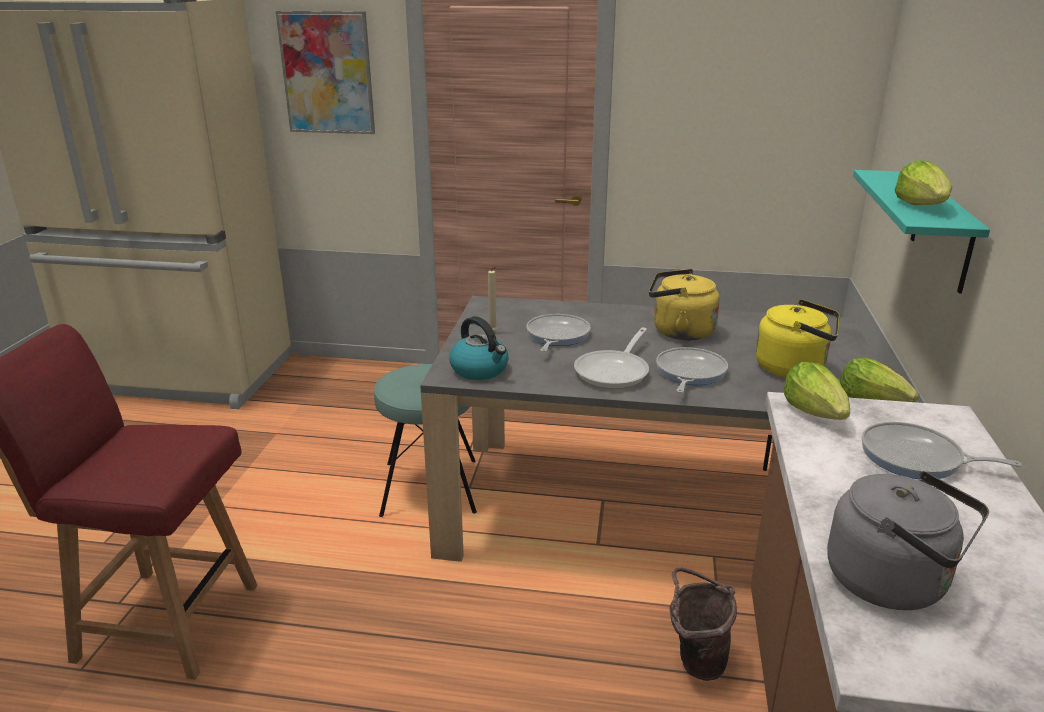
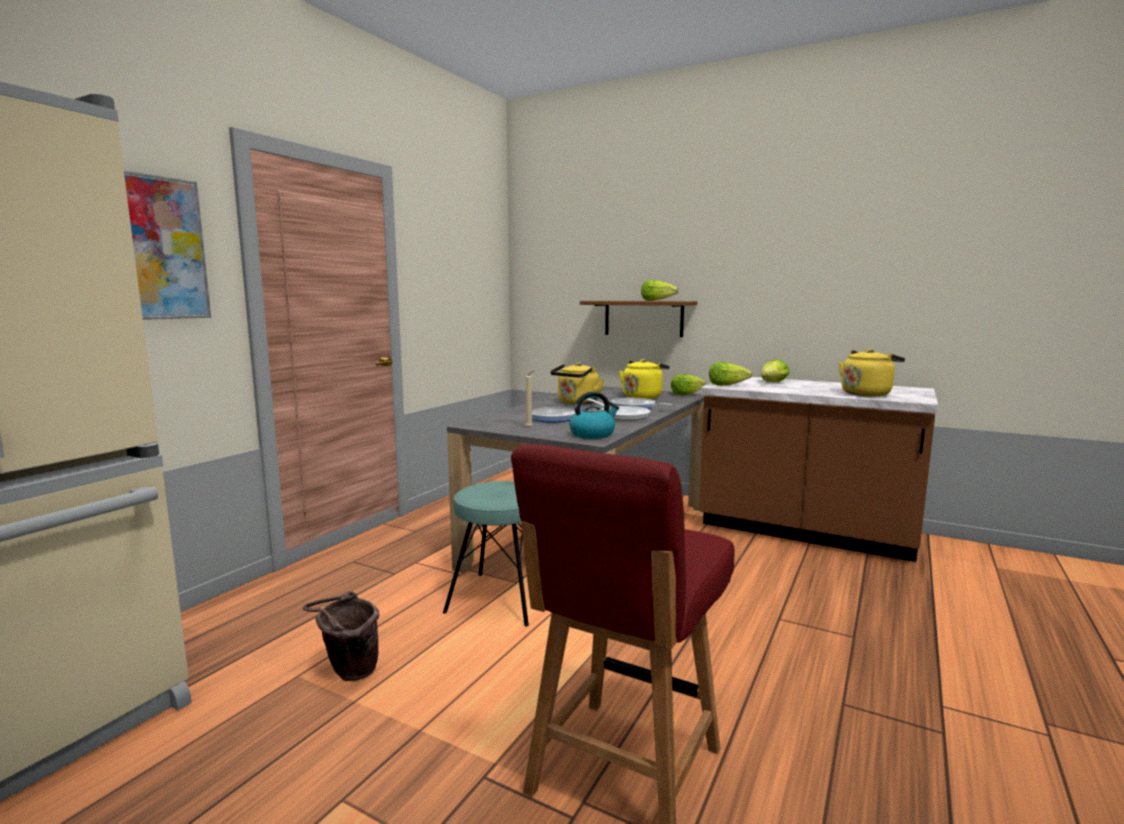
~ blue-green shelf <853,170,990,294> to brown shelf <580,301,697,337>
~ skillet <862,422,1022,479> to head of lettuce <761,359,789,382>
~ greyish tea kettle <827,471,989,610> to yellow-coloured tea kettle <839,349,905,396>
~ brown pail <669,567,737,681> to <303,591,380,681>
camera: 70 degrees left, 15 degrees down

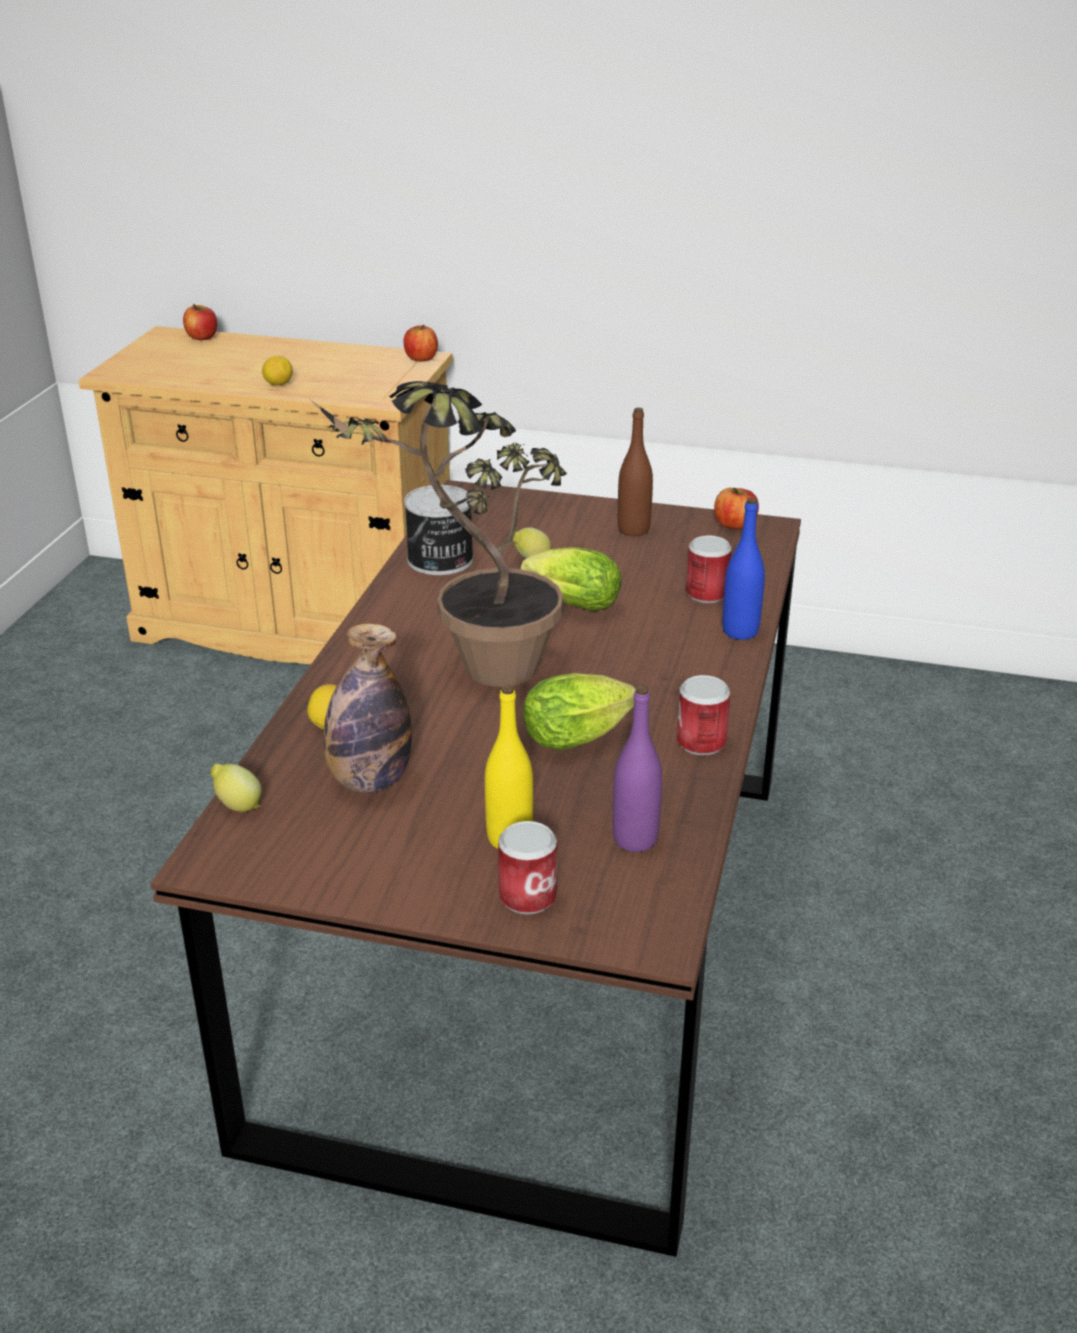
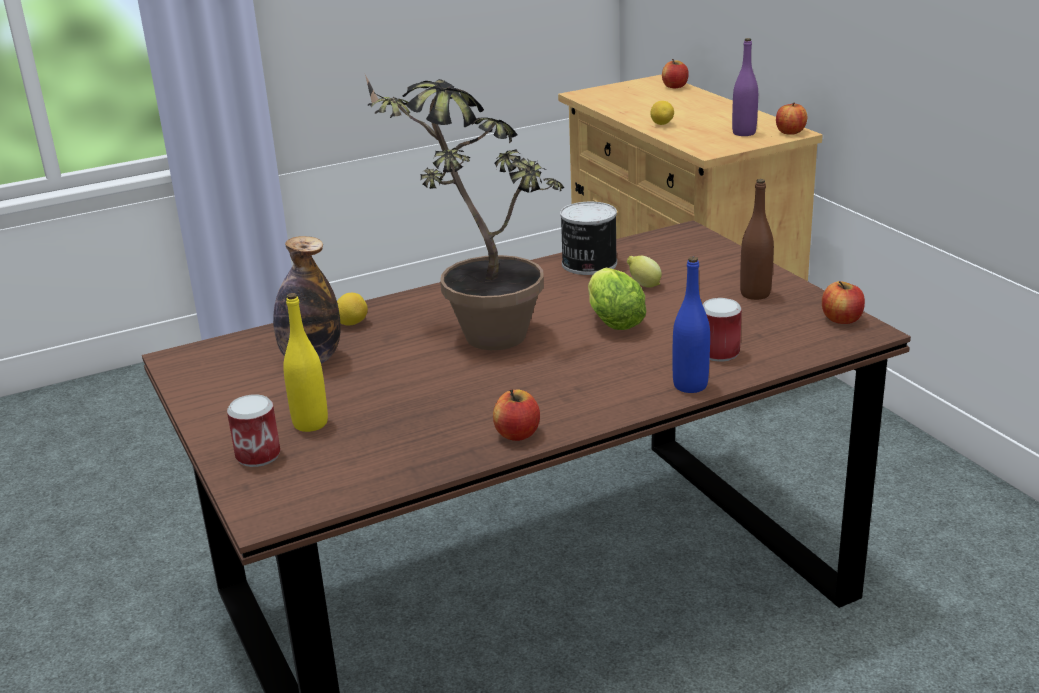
- head of lettuce <523,673,636,750>
~ can <677,675,730,755> to apple fruit <493,390,540,441>
~ purple beverage bottle <613,685,662,852> to <732,38,758,136>
- lemon <211,763,262,812>
camera: 50 degrees right, 5 degrees down

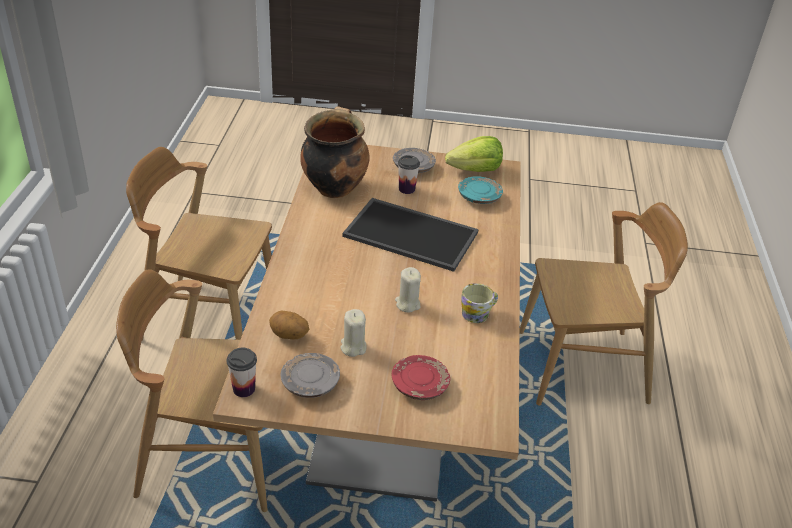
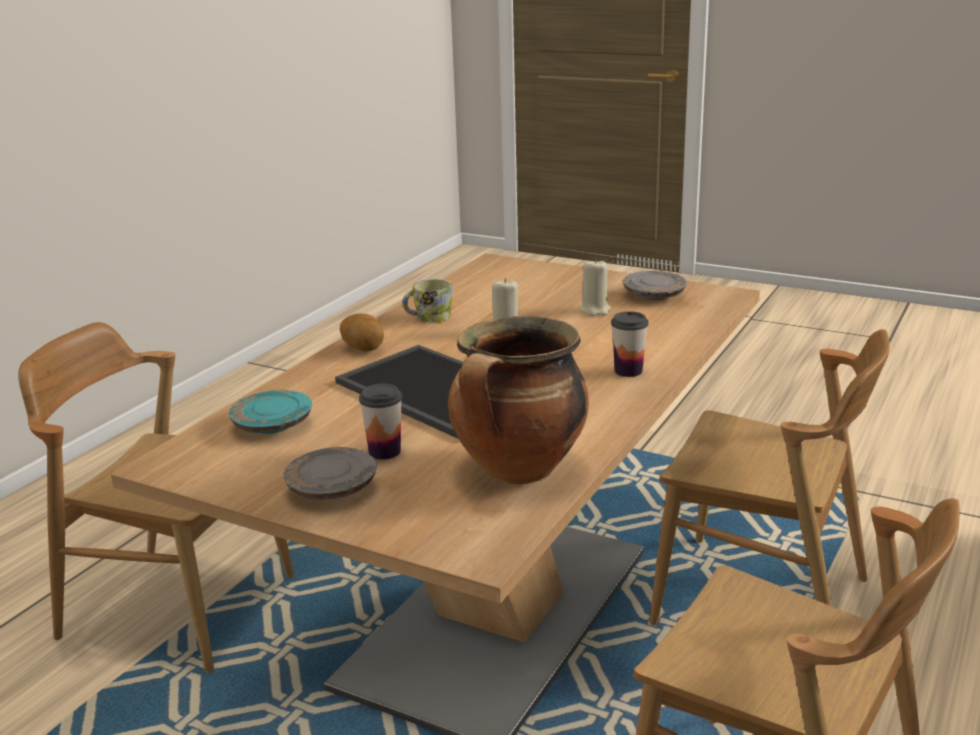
- head of lettuce <445,136,503,172>
~ spud <269,311,309,339> to <340,313,384,352>
~ cup <227,348,257,397> to <611,311,649,377>
- red-coloured plate <392,355,450,400>
camera: 155 degrees left, 15 degrees down

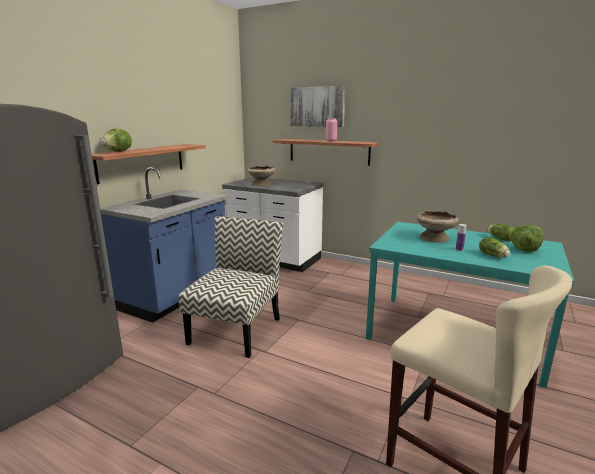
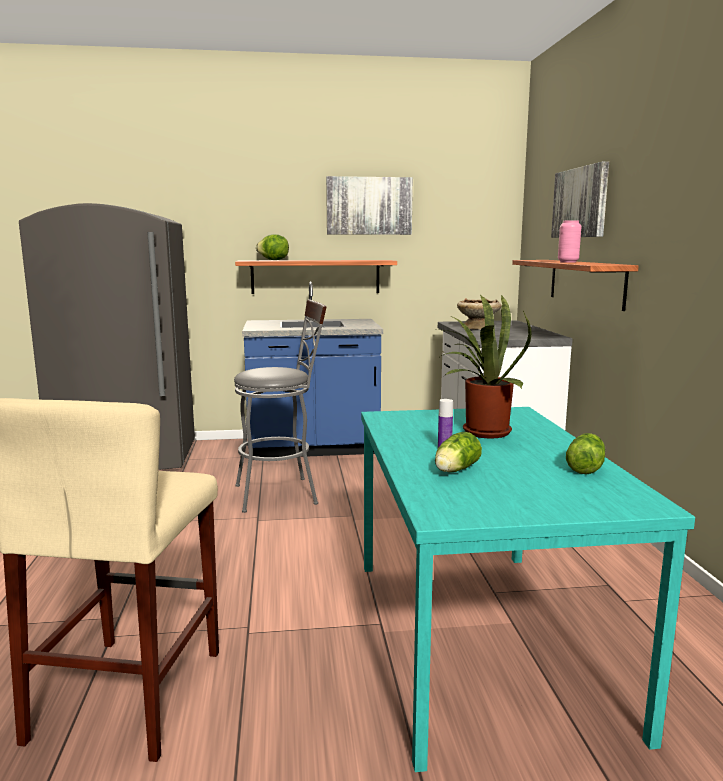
~ sand-coloured bowl <417,210,459,243> to plant in a pot <437,295,531,439>
~ plain chair <179,216,283,358> to greyish stool seat <234,299,327,513>
- head of lettuce <511,225,544,252>
+ picture <326,176,413,235>
camera: 55 degrees right, 5 degrees down

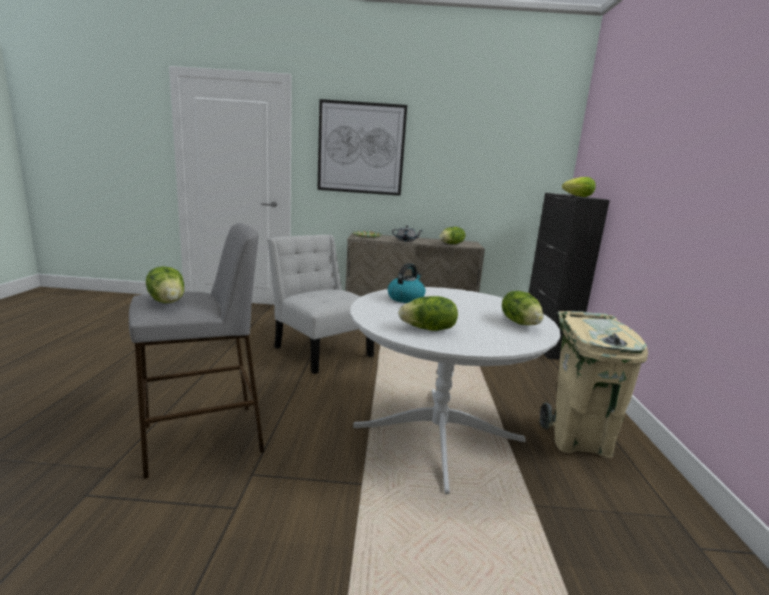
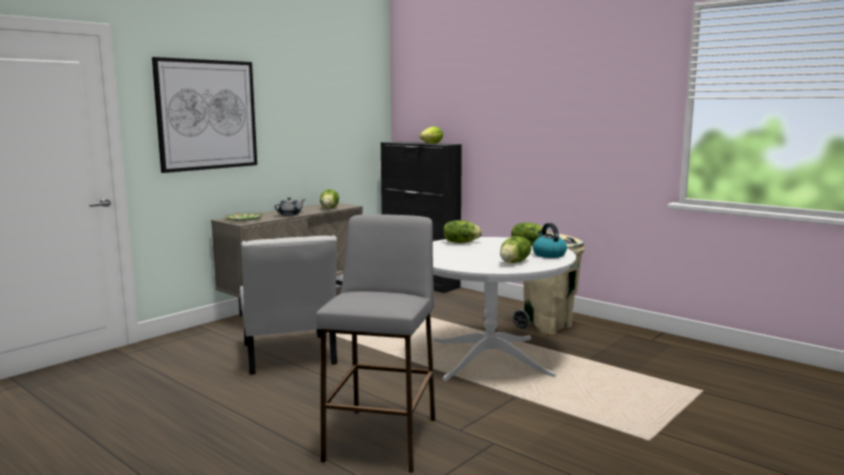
~ white plain chair <267,235,374,374> = <240,235,337,375> 105 degrees counterclockwise
~ tea kettle <388,263,426,303> to <532,223,567,258>
~ head of lettuce <146,266,184,303> to <443,220,483,243>
camera: 50 degrees left, 5 degrees down

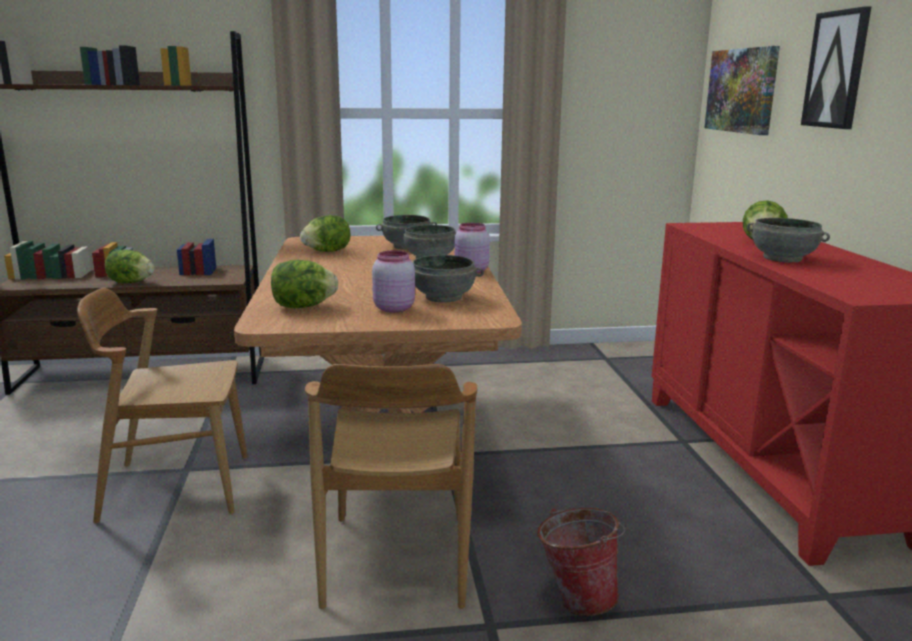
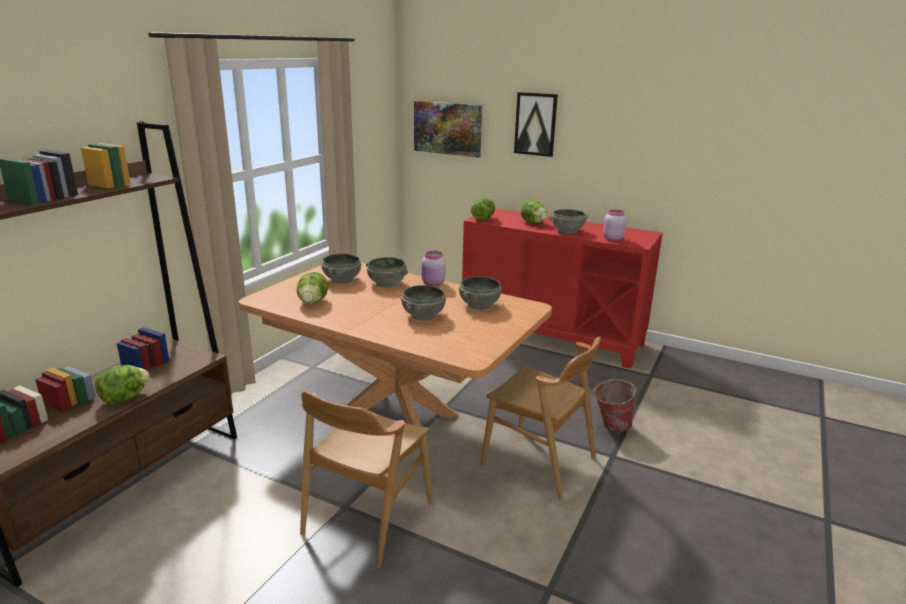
~ pink-coloured preserve jar <372,251,415,313> to <603,209,626,241>
~ head of lettuce <271,260,338,308> to <471,197,495,220>
+ greyish bowl <401,285,446,320>
camera: 55 degrees left, 5 degrees up

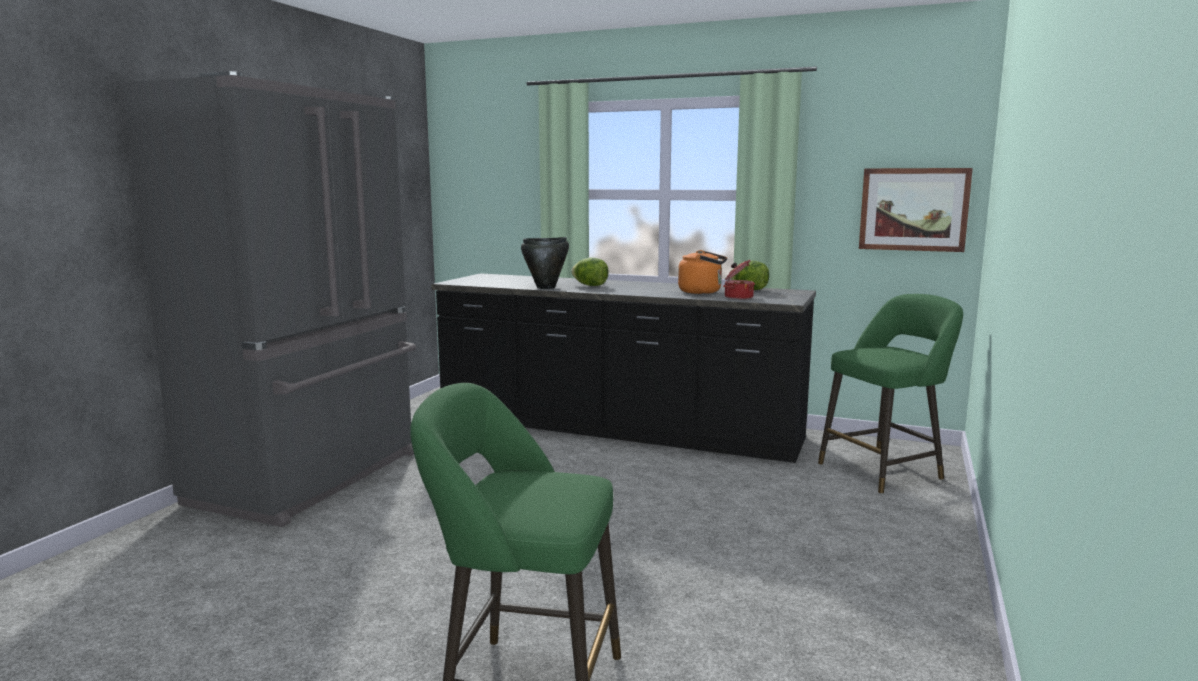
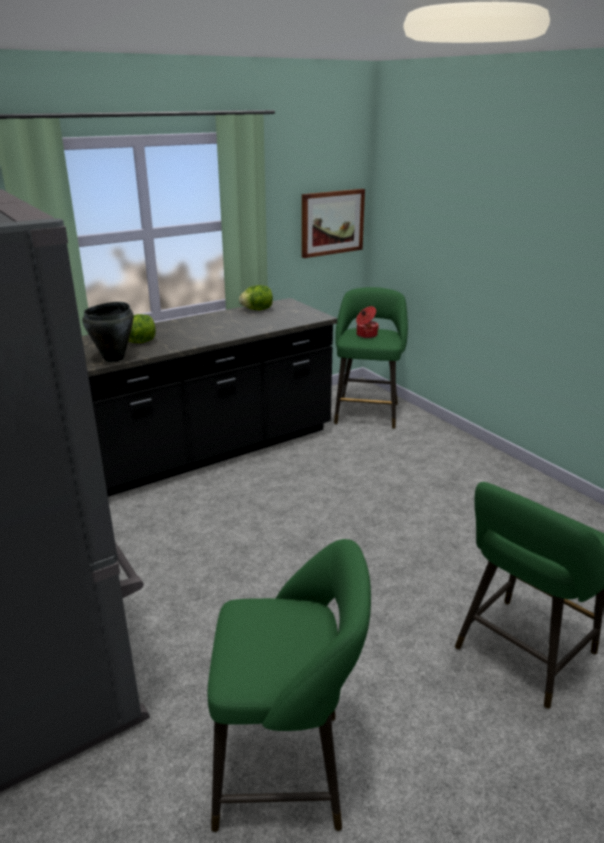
- orange-coloured tea kettle <678,250,727,294>
~ saucepot <723,260,755,300> to <356,306,379,338>
+ greenish stool seat <207,539,371,832>
camera: 55 degrees left, 15 degrees up

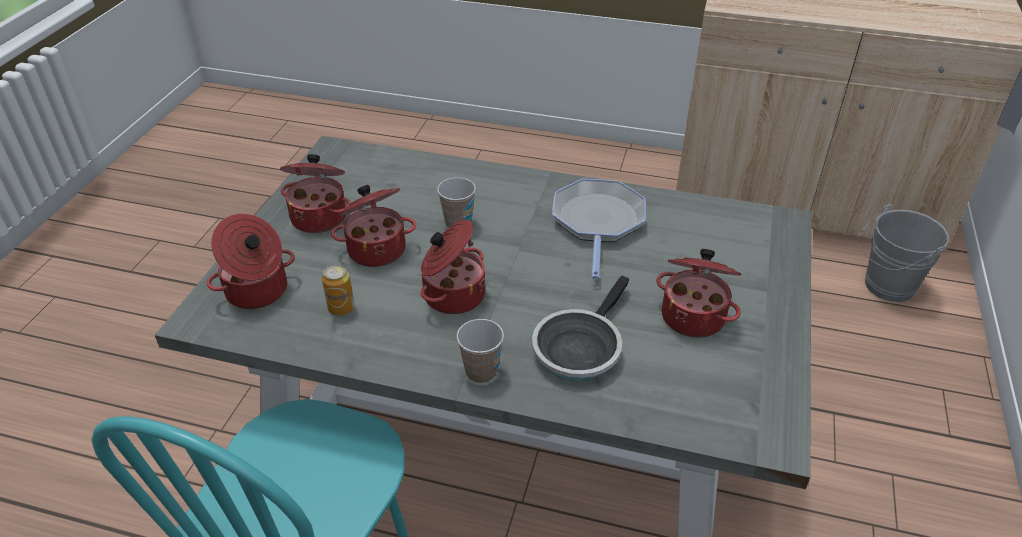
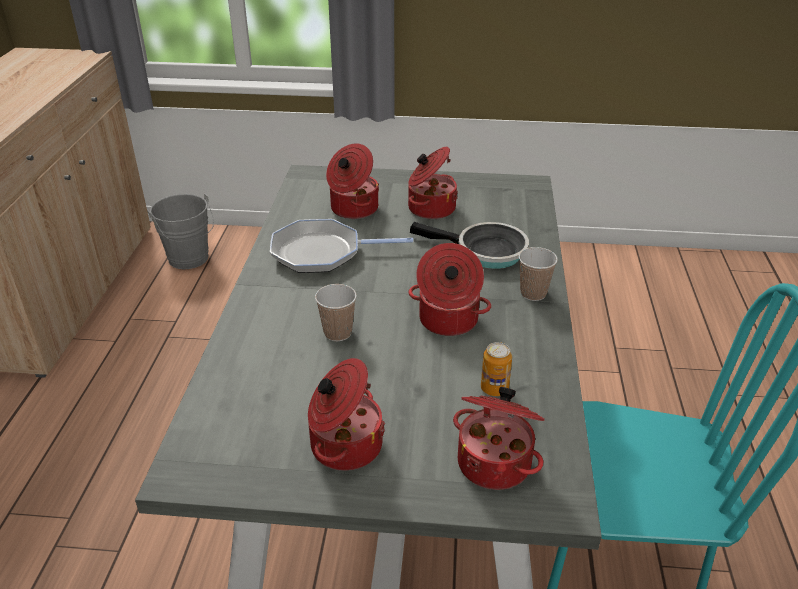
~ saucepot <331,185,416,267> to <326,143,379,219>
camera: 100 degrees left, 5 degrees down

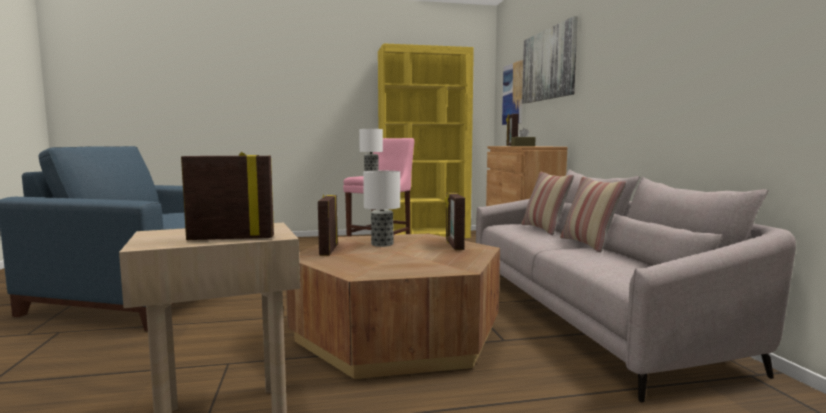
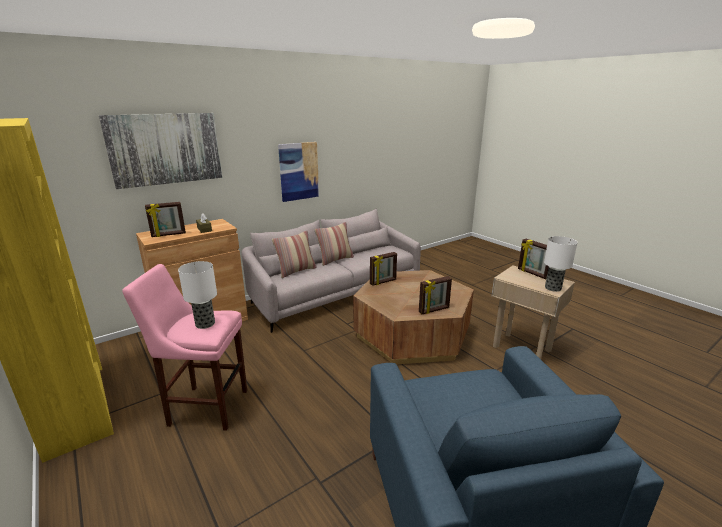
~ picture <502,60,523,125> to <278,142,319,202>
~ tabletop lamp <363,171,400,247> to <544,236,578,292>
camera: 115 degrees left, 15 degrees up

